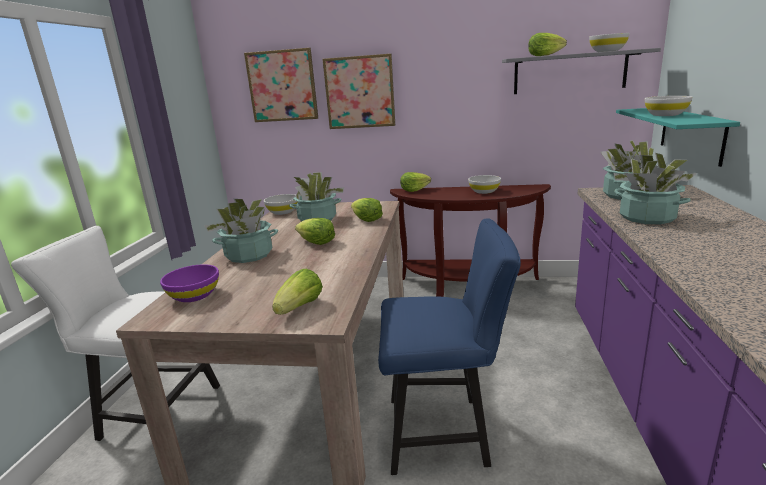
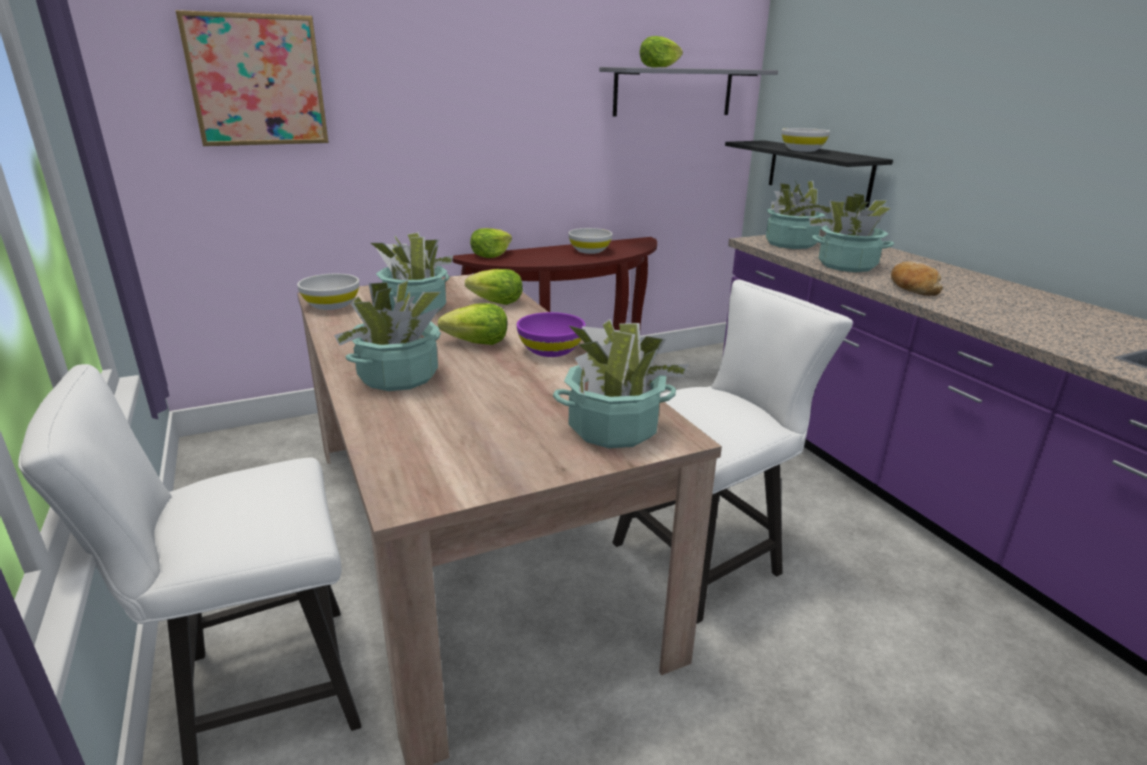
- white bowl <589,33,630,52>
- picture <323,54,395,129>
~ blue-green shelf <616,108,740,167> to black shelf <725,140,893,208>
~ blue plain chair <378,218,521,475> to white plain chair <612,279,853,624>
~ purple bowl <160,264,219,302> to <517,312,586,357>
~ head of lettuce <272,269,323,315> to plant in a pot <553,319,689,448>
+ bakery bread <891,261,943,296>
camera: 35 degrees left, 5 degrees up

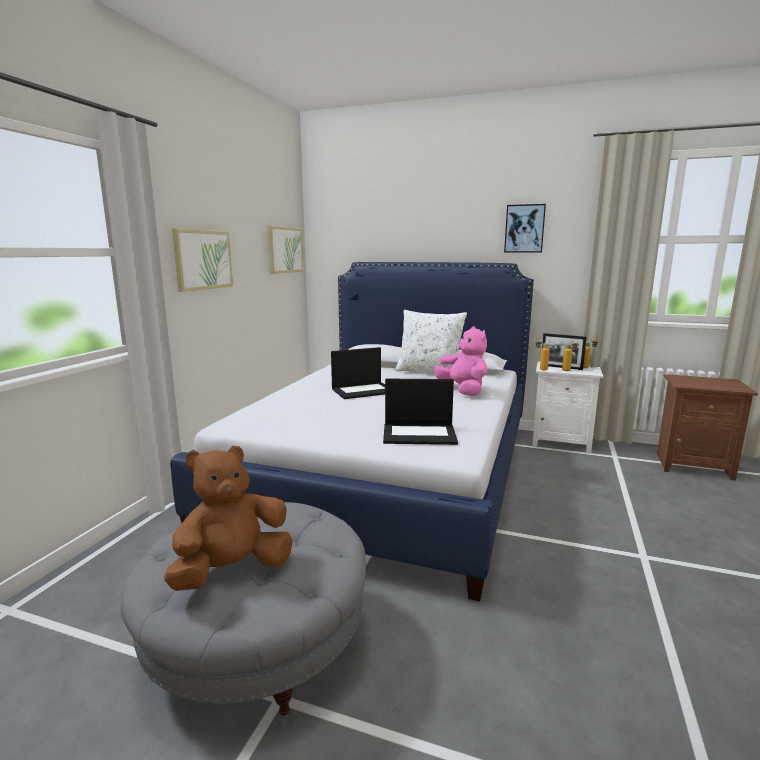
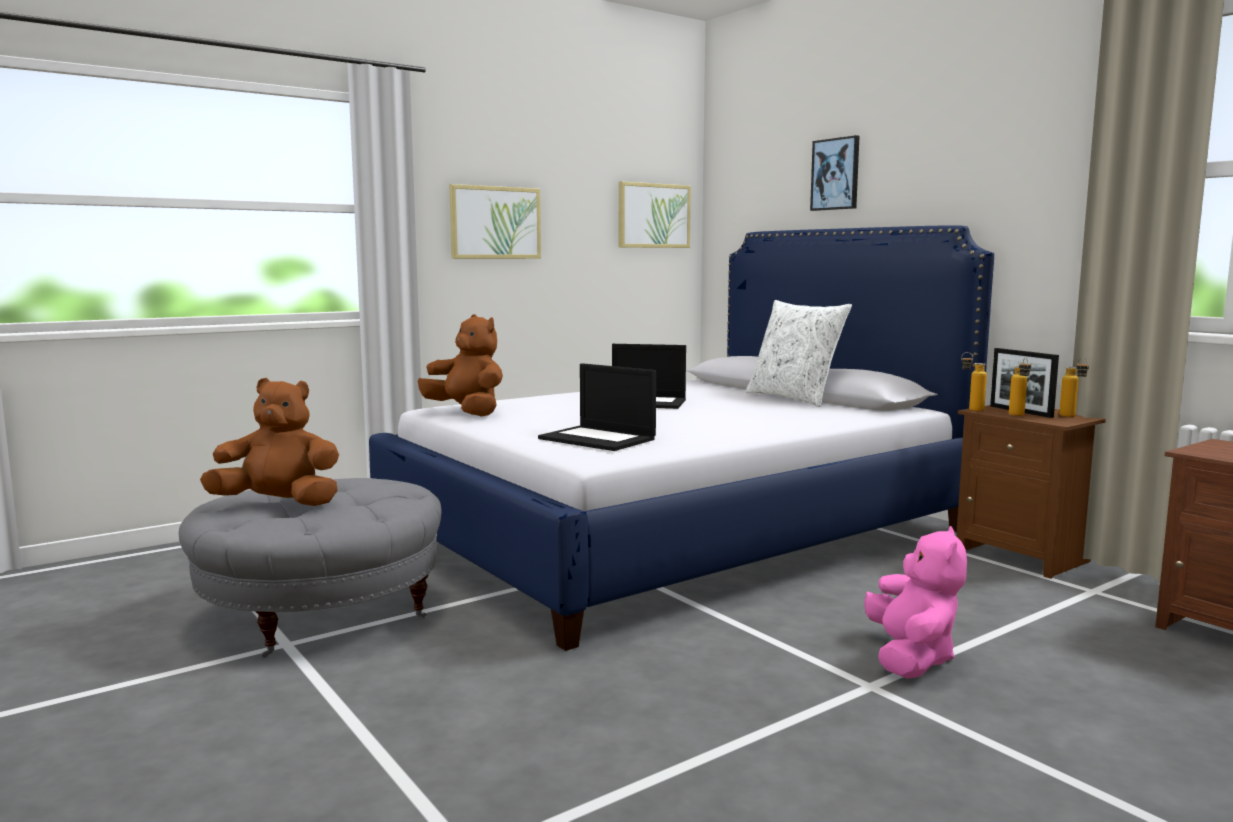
~ picture <504,204,546,253> to <810,135,860,211>
~ pink-coloured soft toy <434,326,487,396> to <864,526,967,679>
~ white night table <532,361,603,454> to brown night table <956,405,1106,579>
+ brown soft toy <418,314,503,416>
camera: 35 degrees right, 5 degrees down

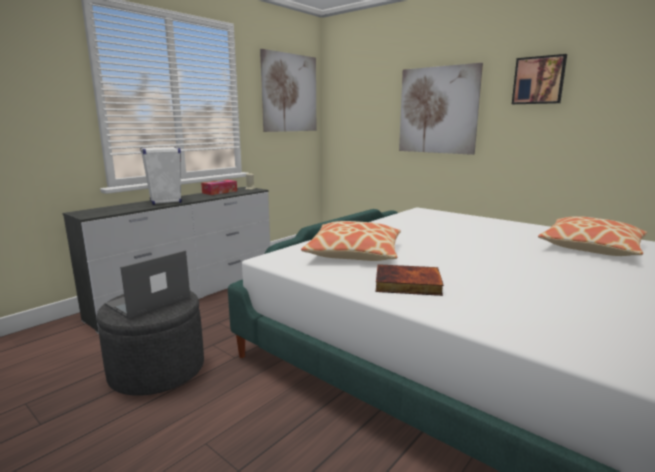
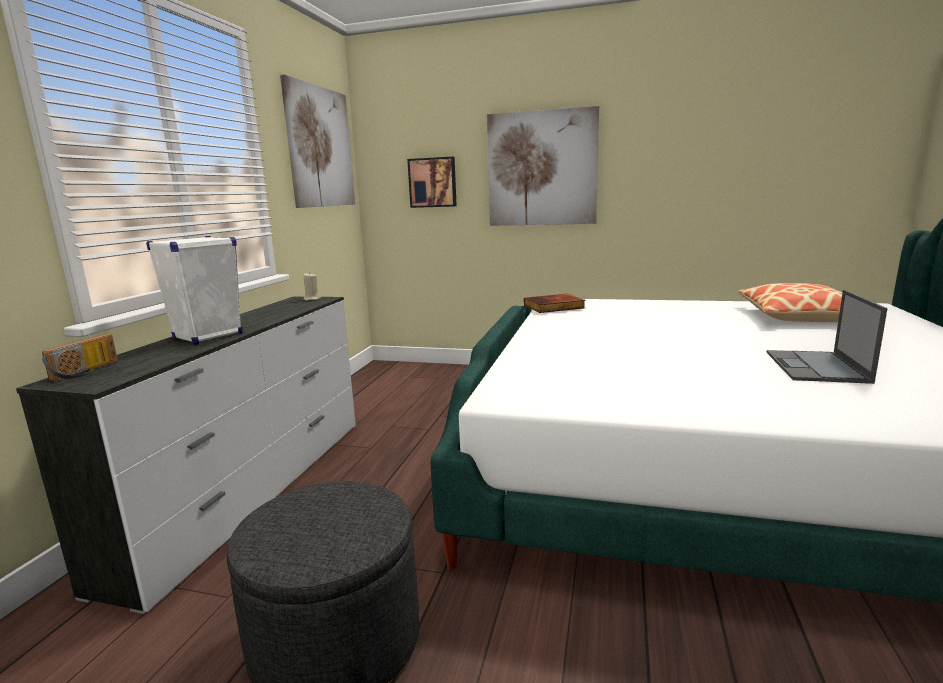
~ picture <512,54,567,104> to <407,157,457,208>
- tissue box <201,180,237,195>
- cushion <301,221,401,261>
~ portable computer <105,250,190,319> to <767,290,888,384>
~ book <376,264,444,296> to <524,294,585,313>
+ radio set <42,334,118,381>
camera: 25 degrees left, 0 degrees up

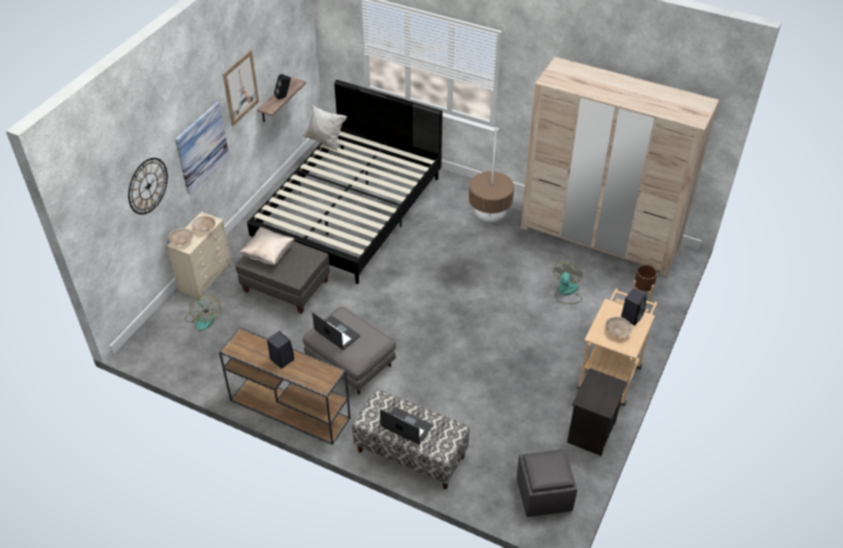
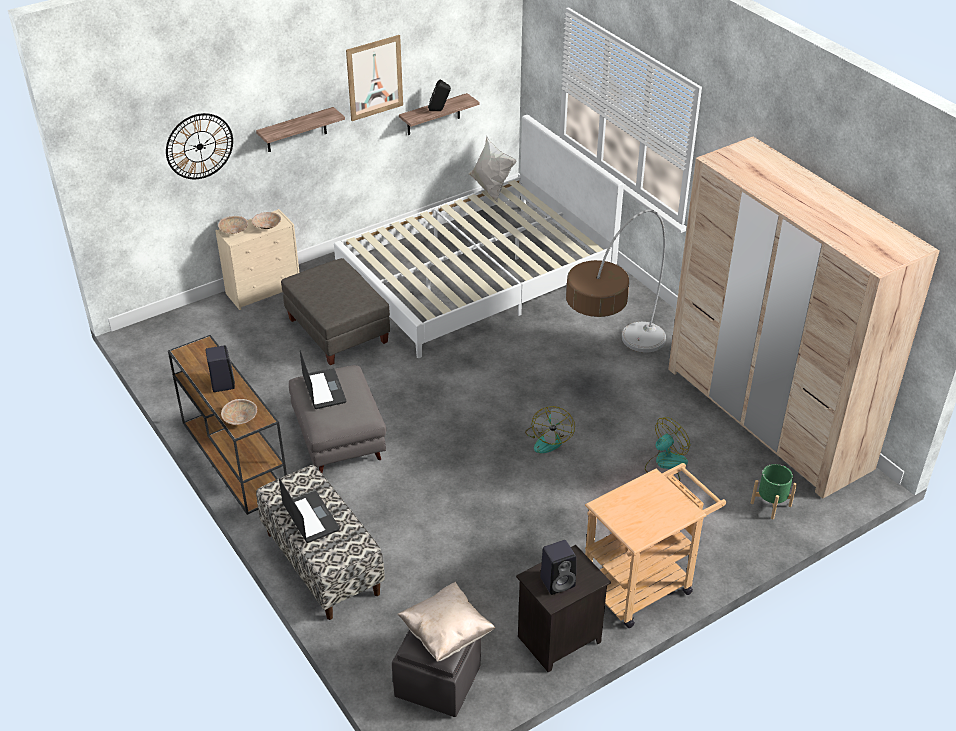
~ black bed <247,80,443,284> to white bed <334,115,624,358>
~ picture <175,101,229,195> to shelf <256,107,345,152>
~ sand-coloured cushion <239,227,295,265> to <397,582,495,662>
~ brown planter <632,265,658,301> to greenish planter <751,464,797,519>
~ black loudspeaker <621,289,647,325> to <540,540,576,595>
~ cooling fan <185,295,221,331> to <525,406,575,453>
~ sand-coloured bowl <605,317,632,338> to <221,399,257,425>
camera: 30 degrees right, 5 degrees down

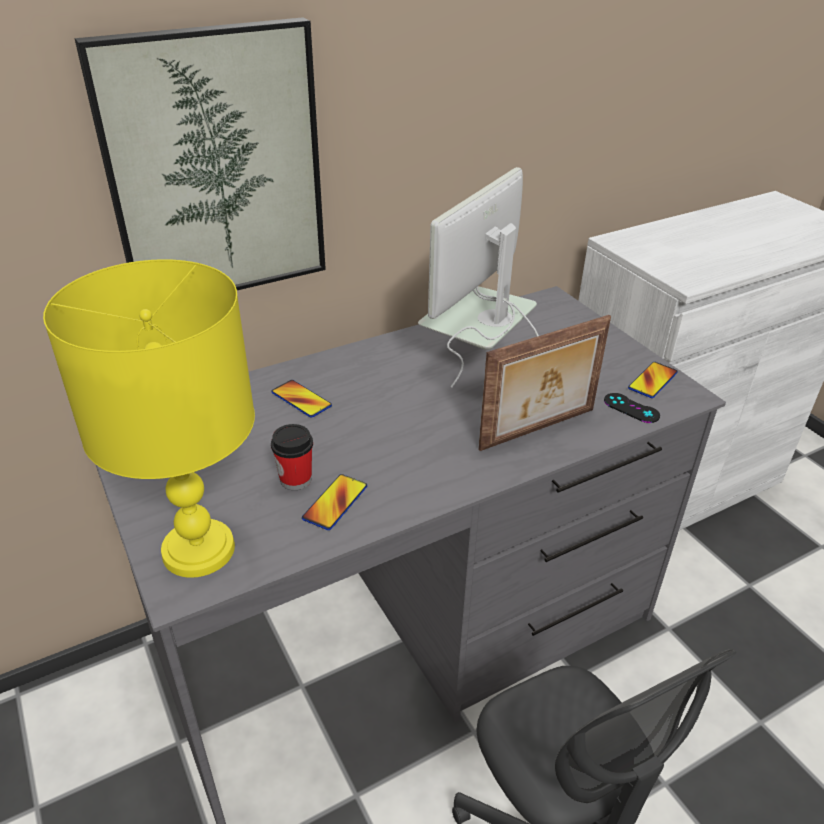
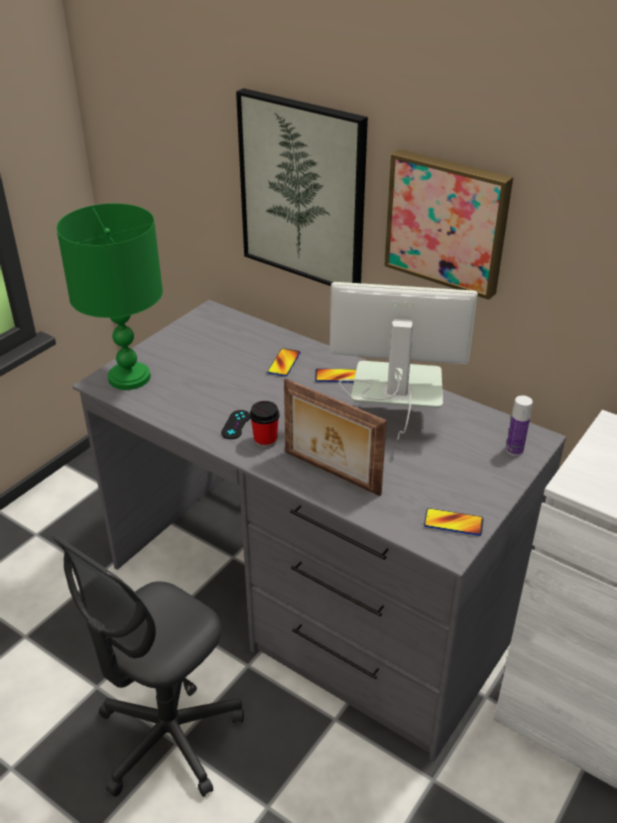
~ yellow-coloured tabletop lamp <43,259,255,578> to greenish tabletop lamp <56,203,163,390>
~ black gamepad <604,393,660,423> to <221,410,250,439>
~ cup <271,424,313,490> to <250,401,280,448>
~ phone <302,474,367,530> to <315,368,356,382>
+ picture <384,149,513,300>
+ beverage bottle <506,395,533,456>
camera: 65 degrees right, 0 degrees up

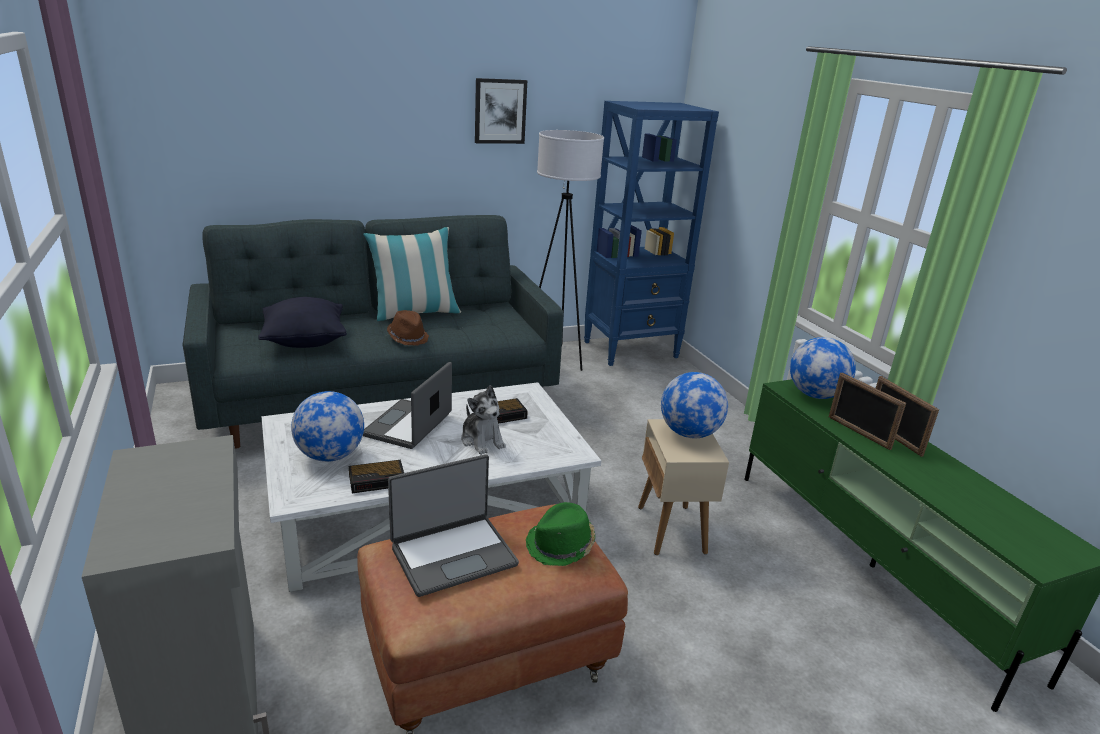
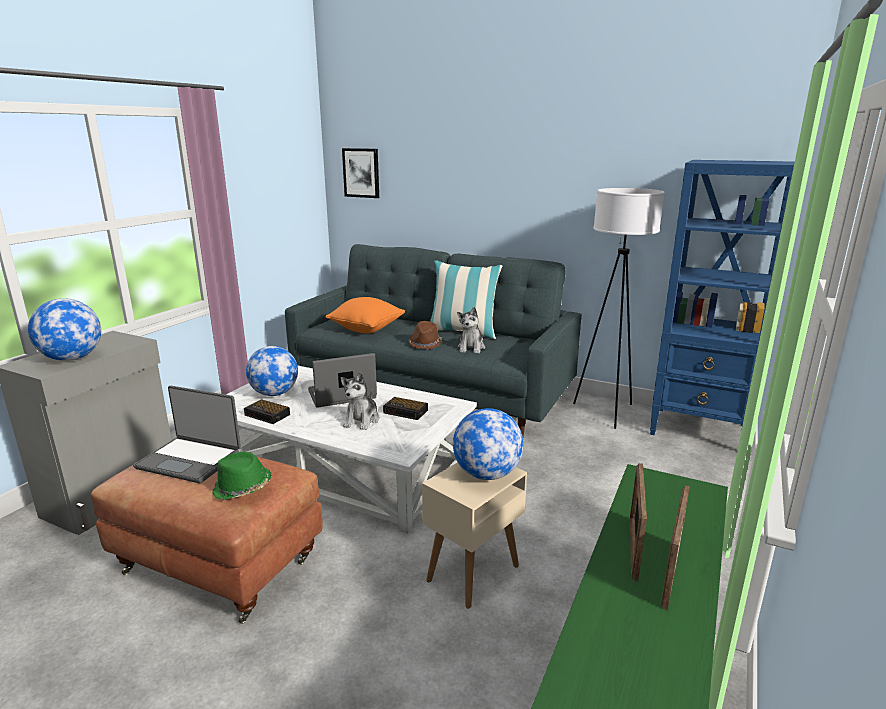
~ picture <475,78,527,144> to <342,148,379,198>
~ black cushion <258,297,347,348> to orange-coloured cushion <326,297,405,334>
~ desk globe <790,337,856,399> to <28,298,101,361>
+ soft toy <457,307,485,353>
camera: 50 degrees right, 5 degrees down

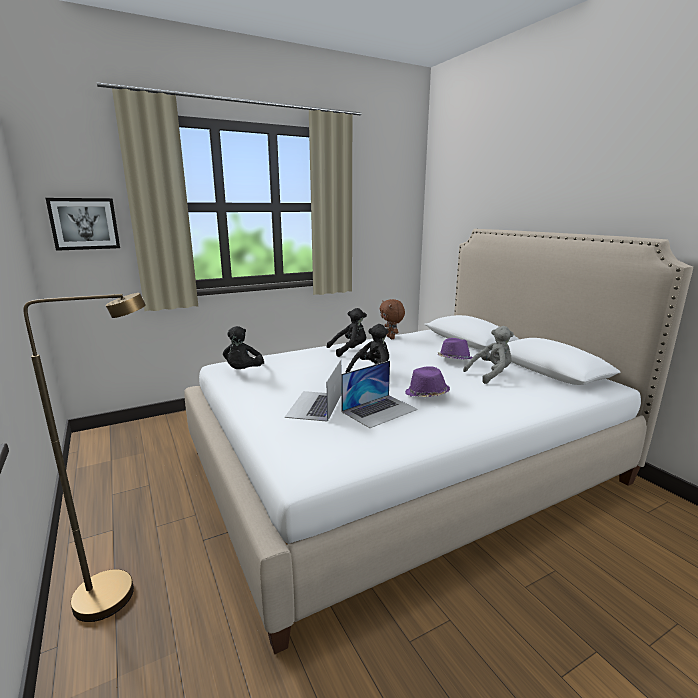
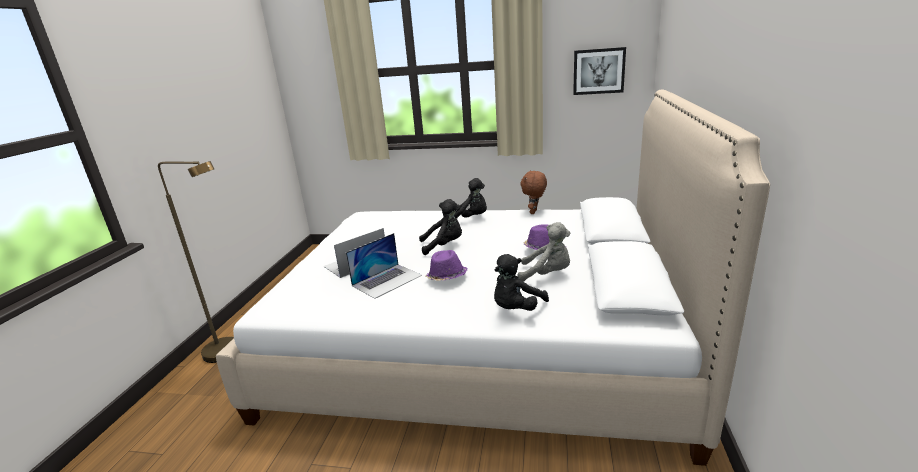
~ picture <46,198,120,251> to <573,47,626,95>
~ black soft toy <223,326,264,369> to <494,254,549,311>
~ portable computer <341,361,418,428> = <346,233,422,299> 45 degrees counterclockwise
camera: 40 degrees right, 5 degrees up

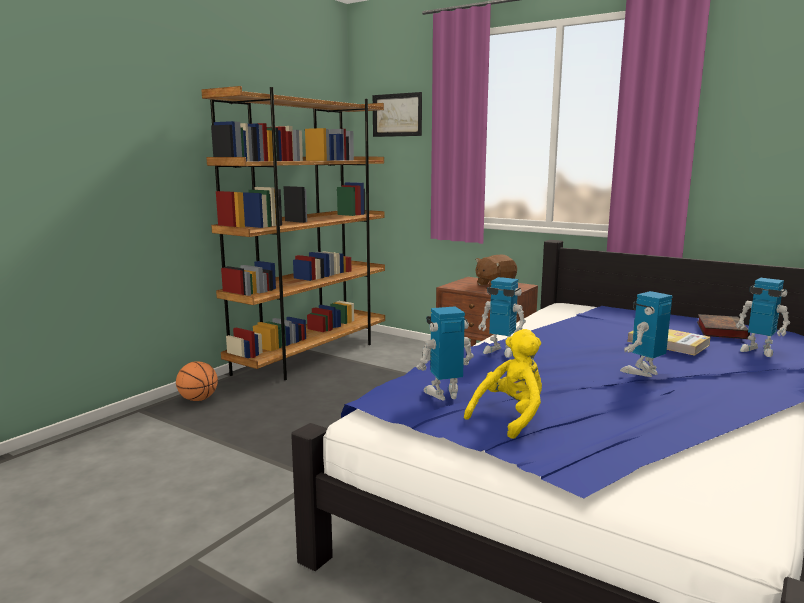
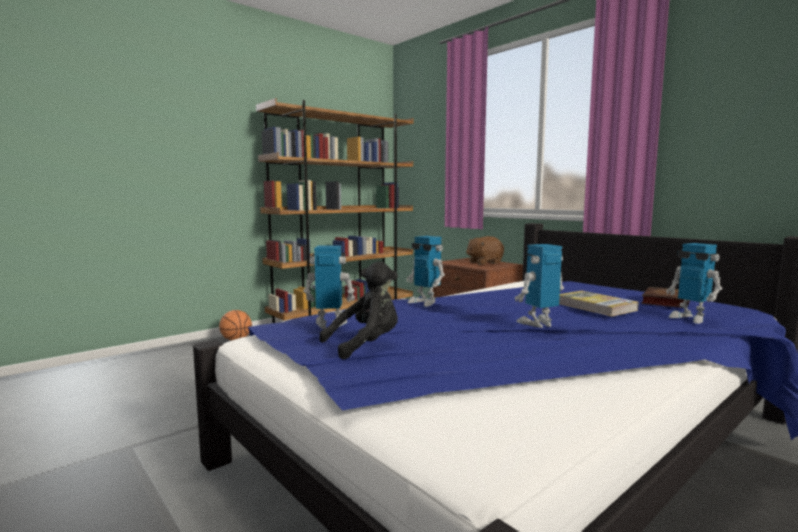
- picture <373,92,422,137>
~ yellow-coloured soft toy <464,329,542,439> to black soft toy <319,261,398,359>
camera: 15 degrees right, 5 degrees down

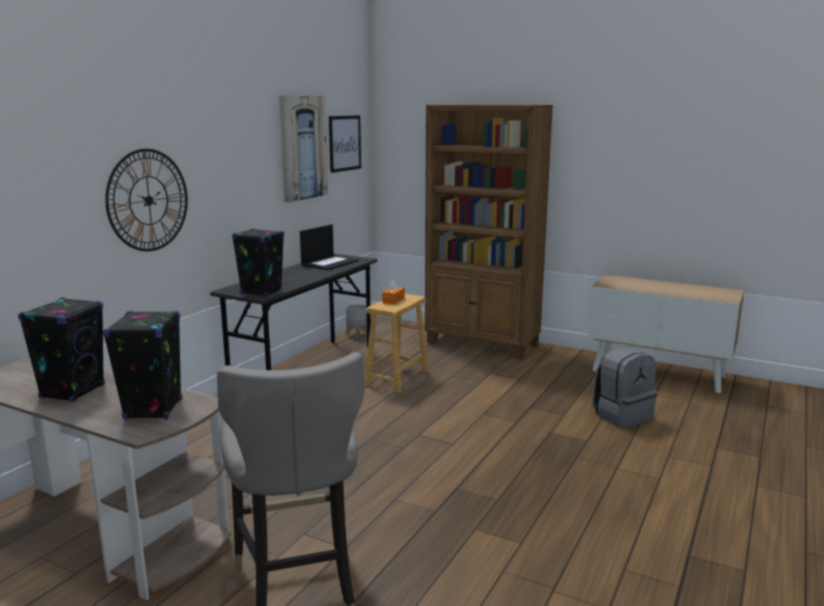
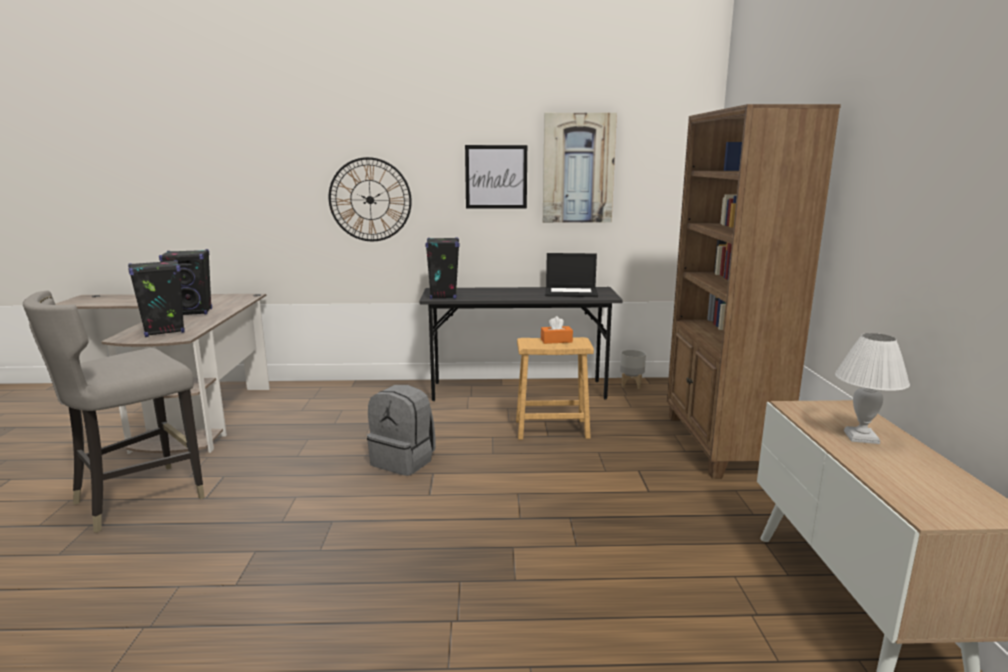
~ picture <329,115,361,173> to <465,145,527,209>
~ greyish backpack <592,347,657,428> to <367,385,436,476>
+ white tabletop lamp <835,333,910,444>
camera: 60 degrees right, 0 degrees up

